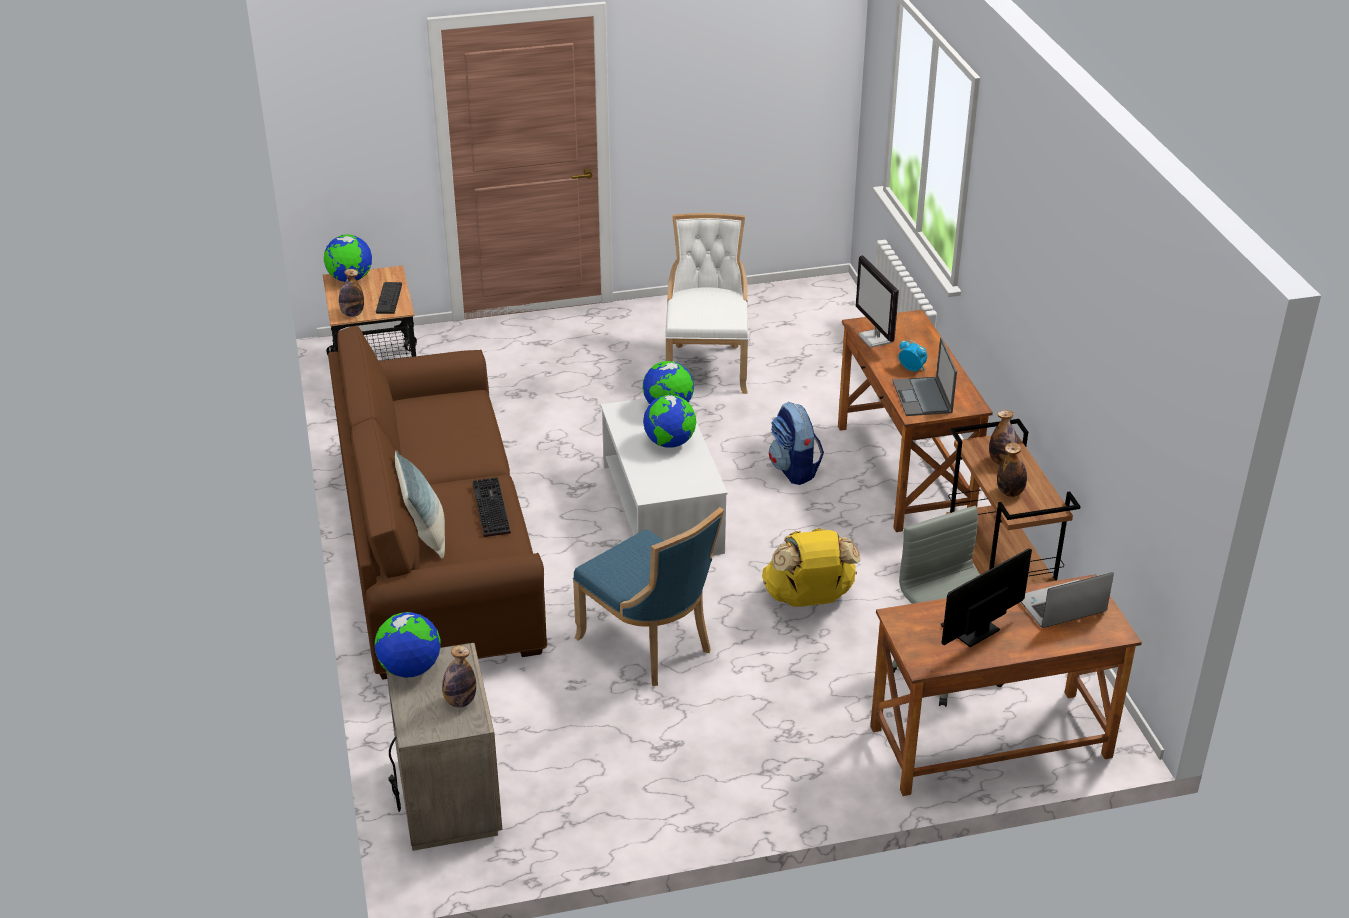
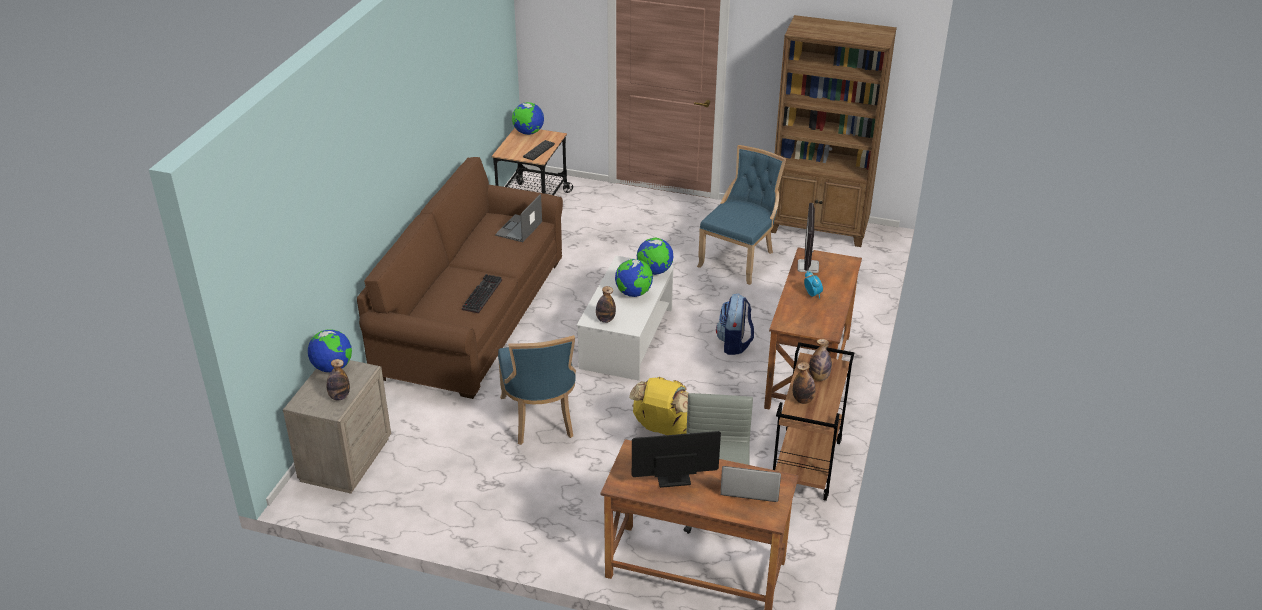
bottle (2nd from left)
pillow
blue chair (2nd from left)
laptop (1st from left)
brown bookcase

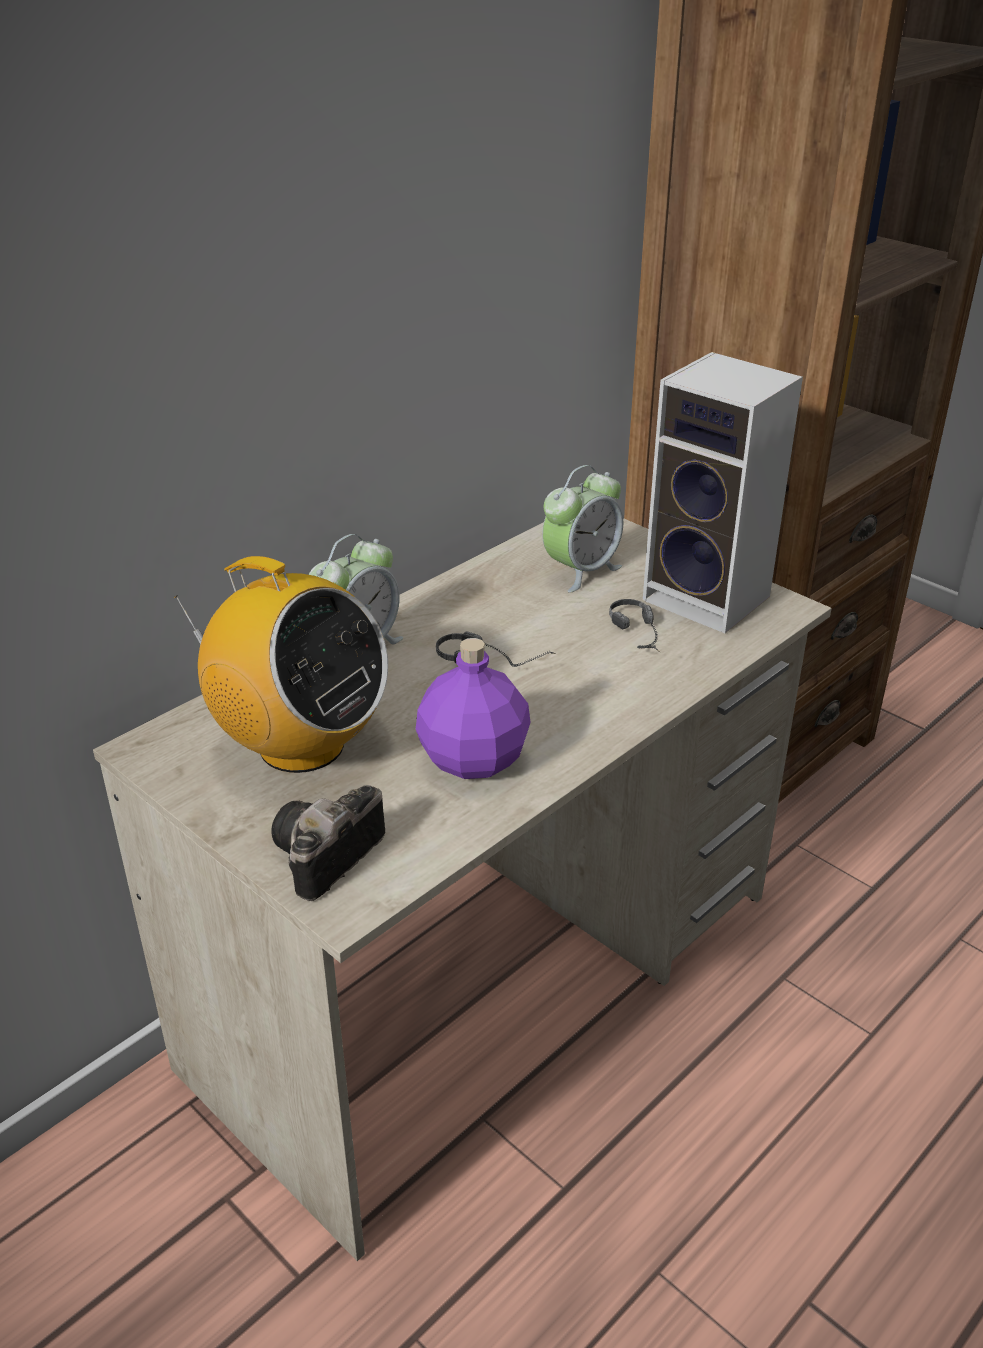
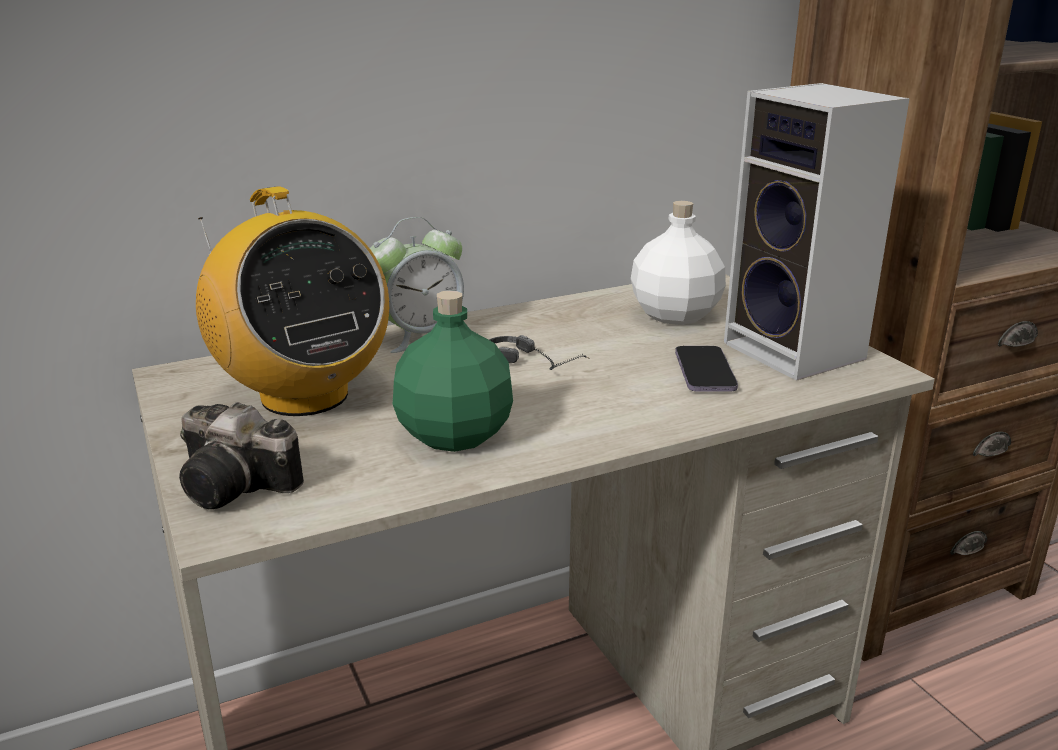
photo camera
green bottle
white bottle
phone

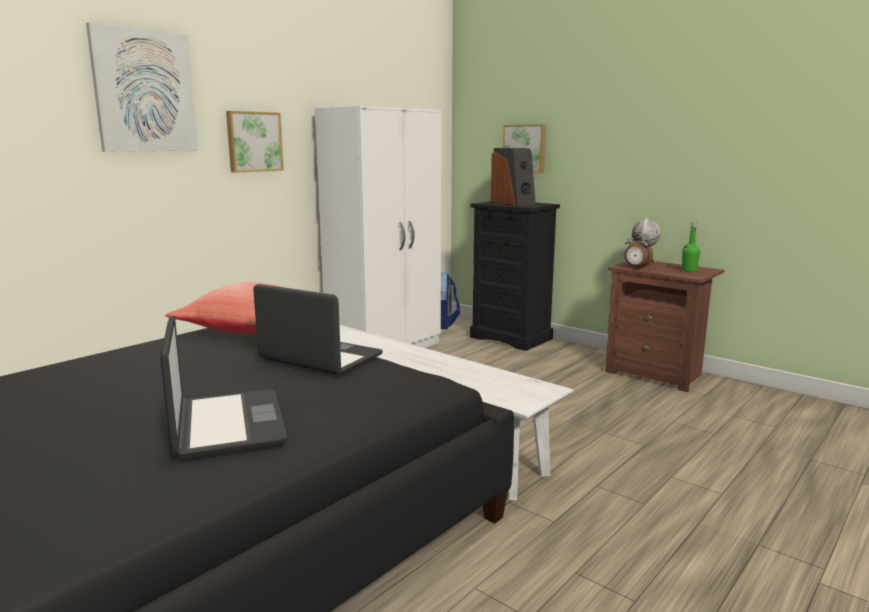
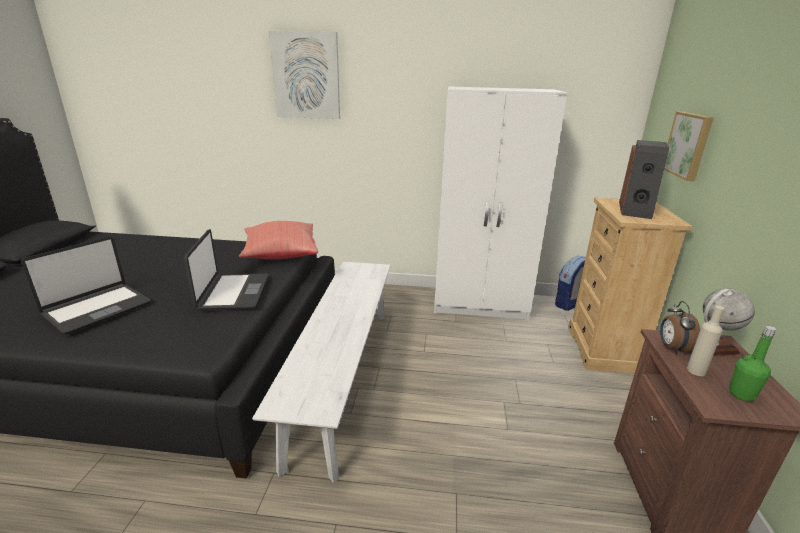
picture (2nd from left in the first image)
beige dresser
beige bottle

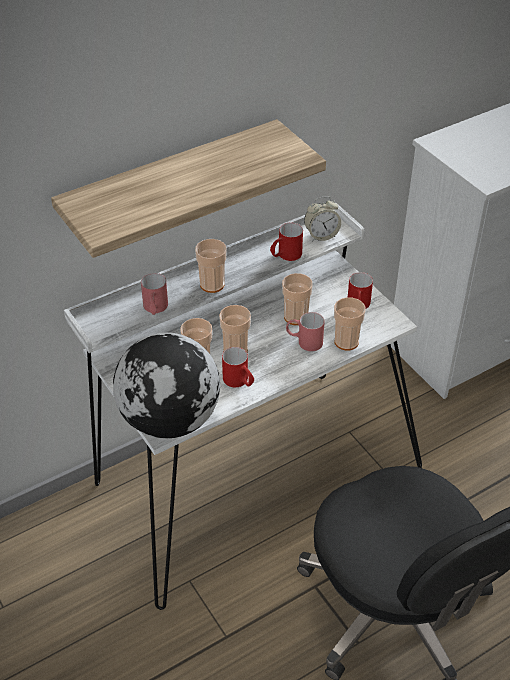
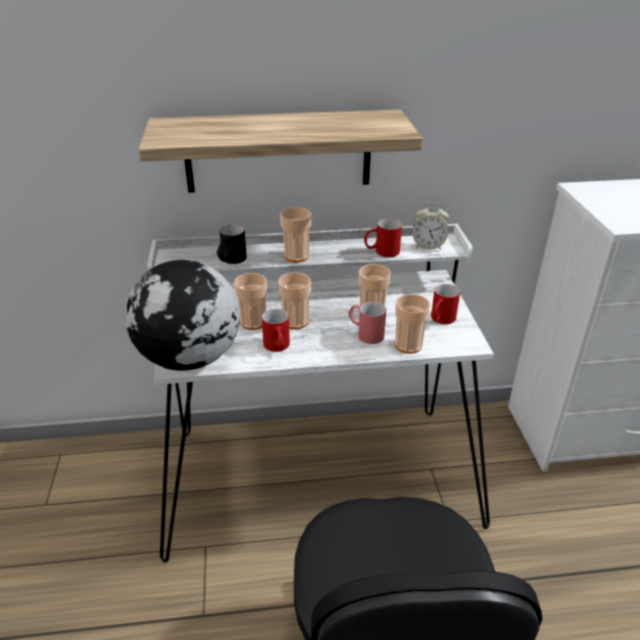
black mug

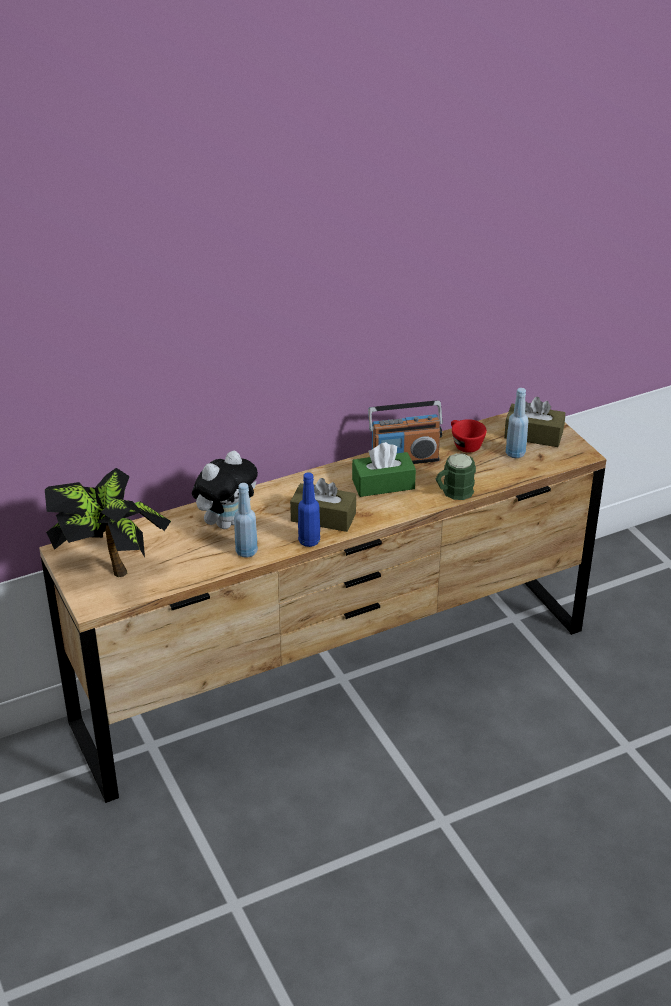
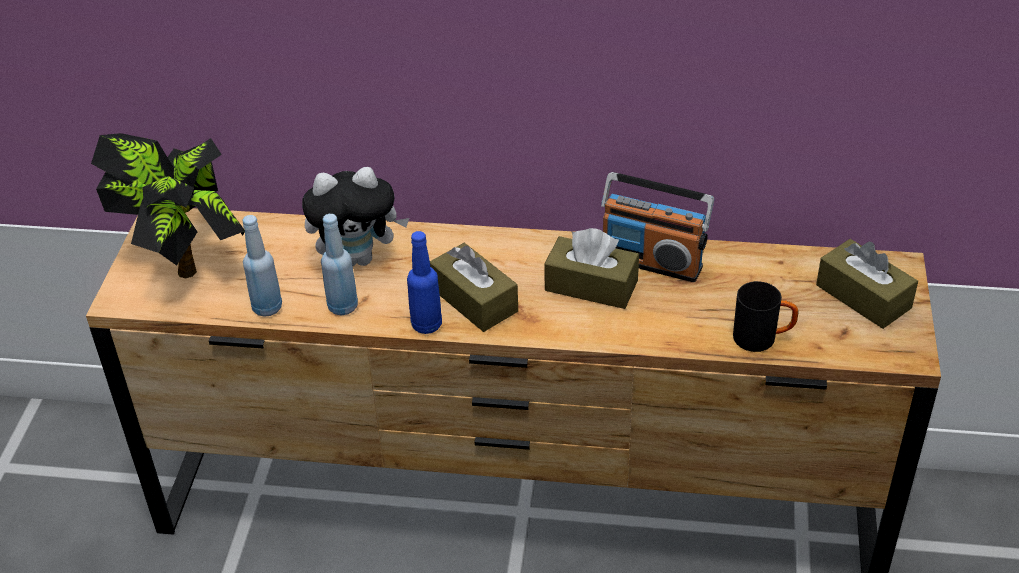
brown tissue box (2nd from left)
green mug
red cup
blue bottle (1st from left)
black mug

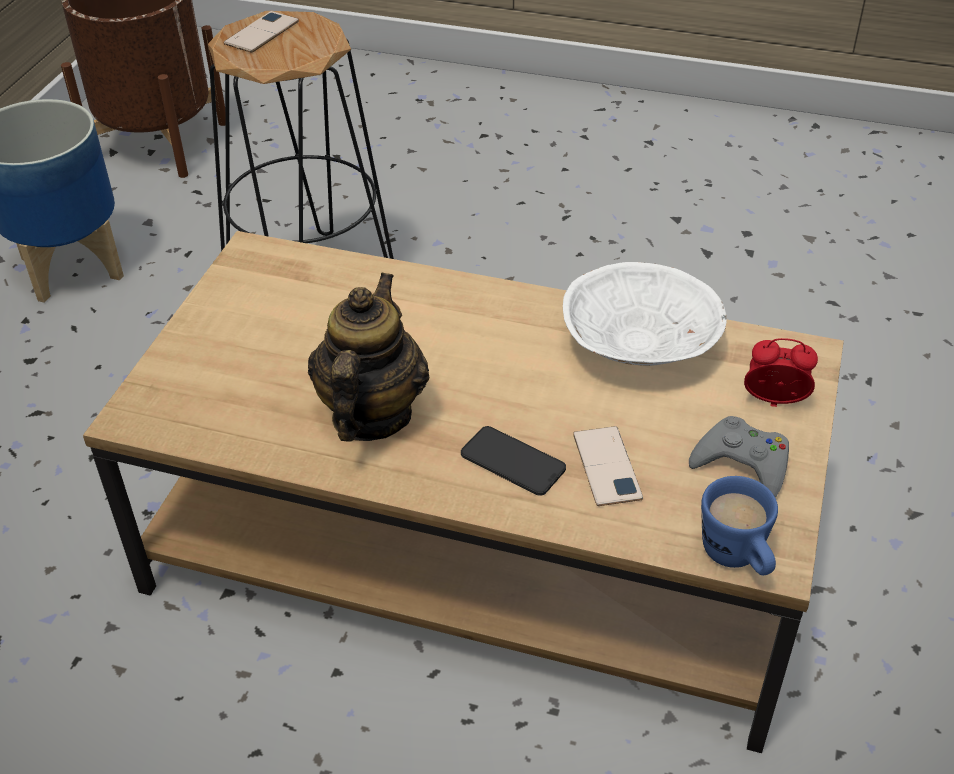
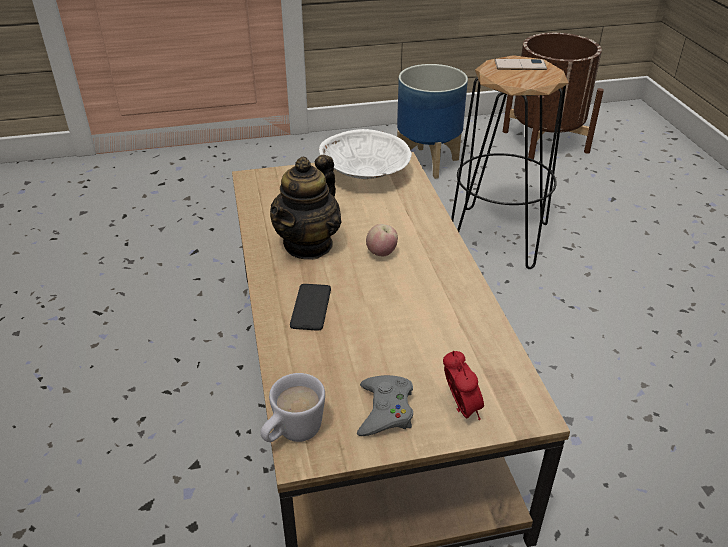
teapot
white bowl
phone (3rd from left in the first image)
white mug
apple

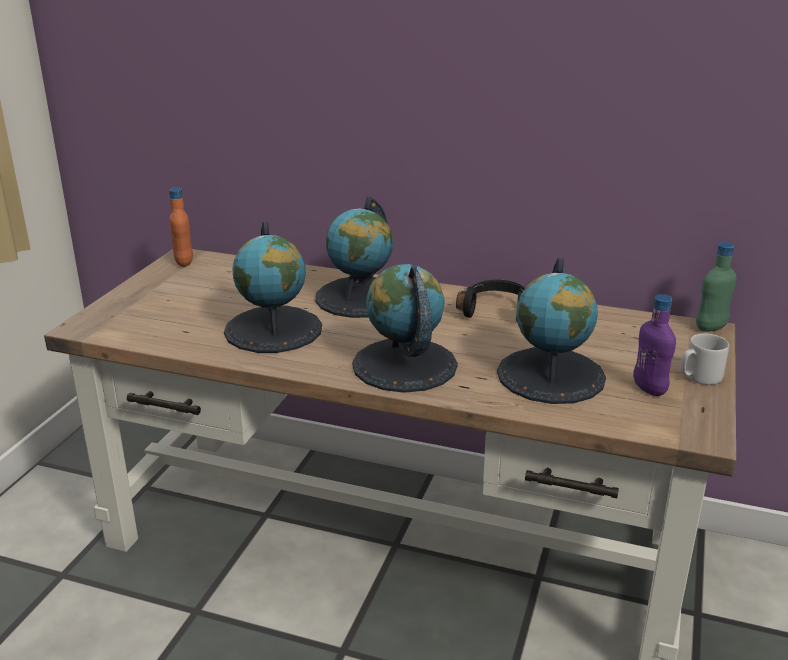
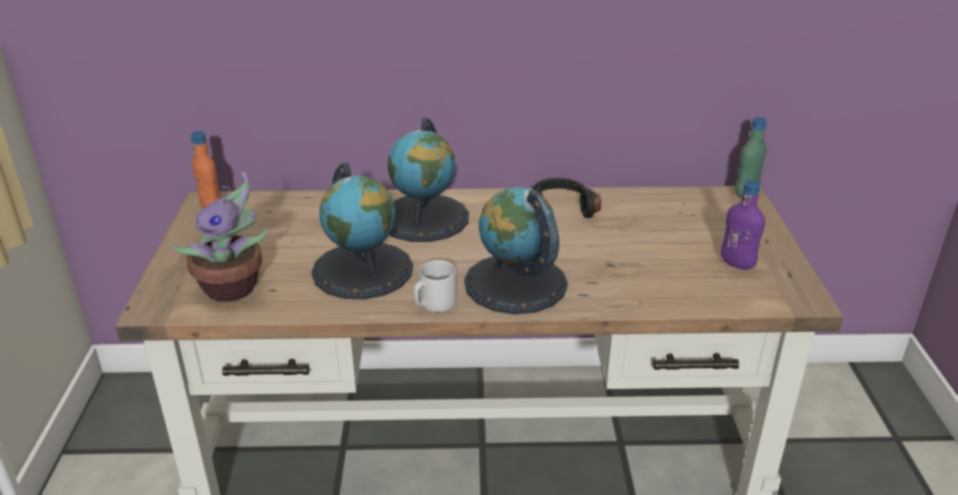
globe (4th from left in the first image)
grey mug
potted plant

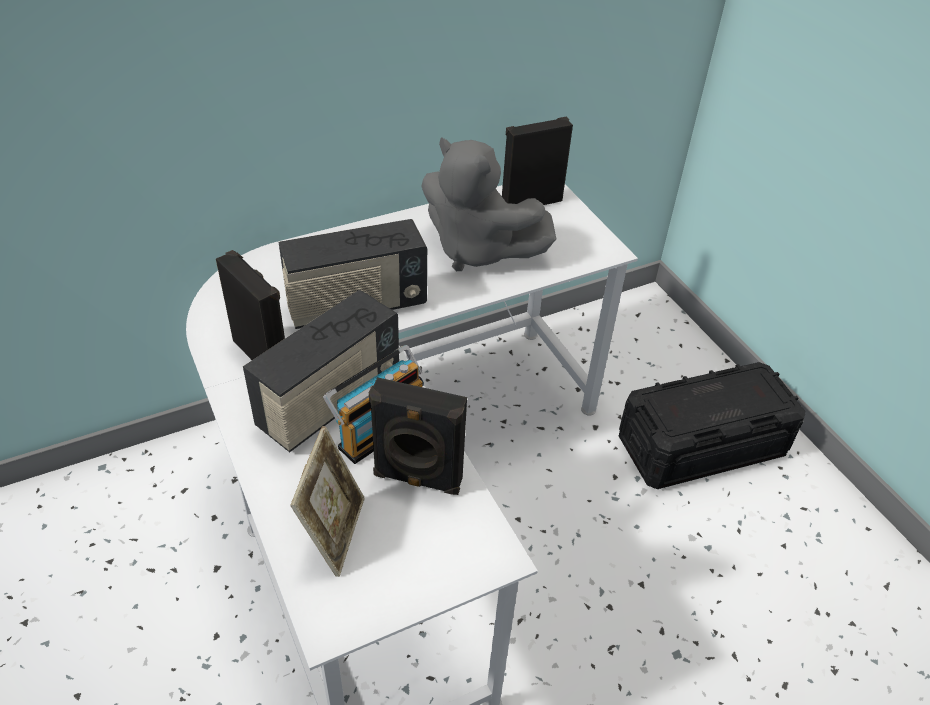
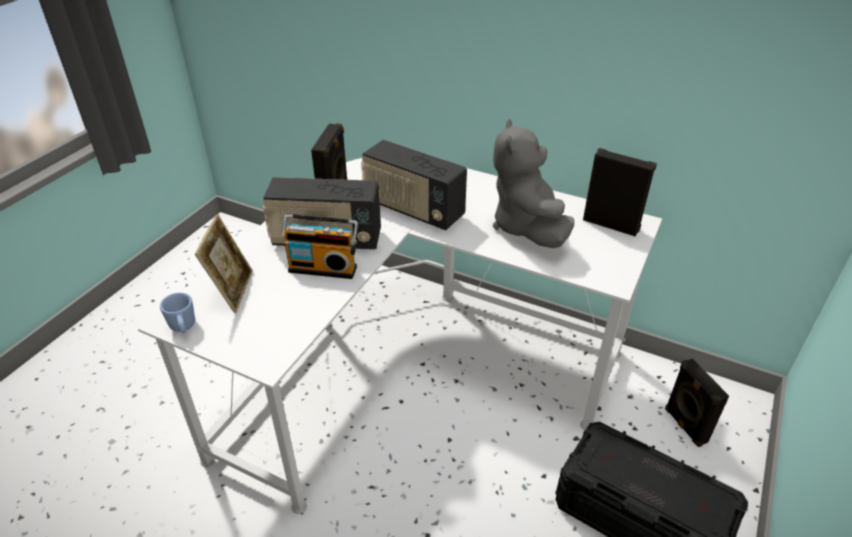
picture frame
black speaker (3rd from left)
blue mug

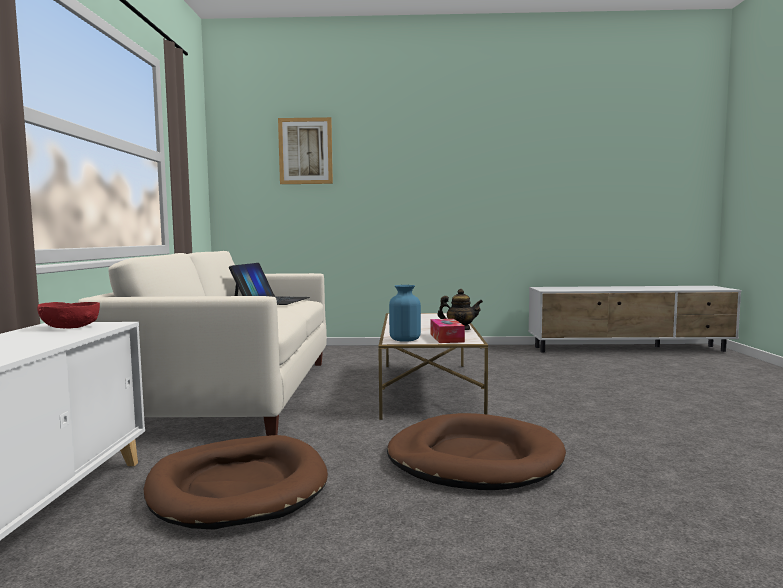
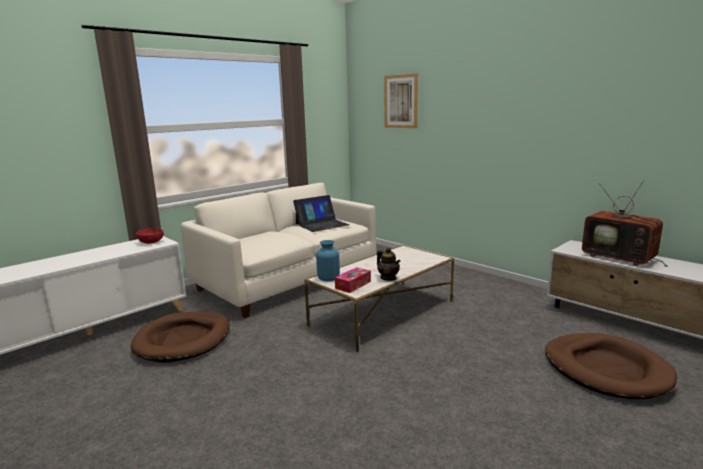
brown dog bed (2nd from left)
television

